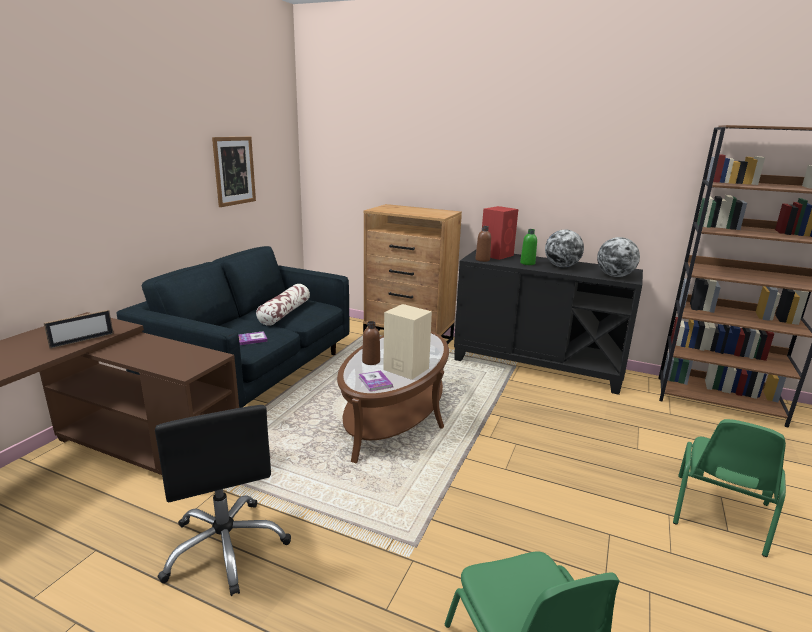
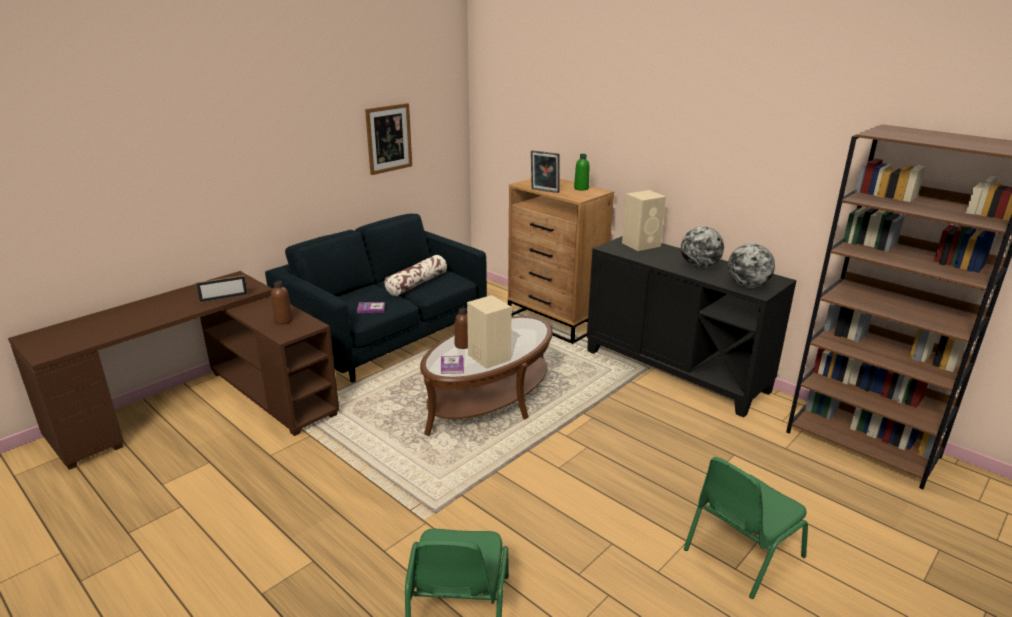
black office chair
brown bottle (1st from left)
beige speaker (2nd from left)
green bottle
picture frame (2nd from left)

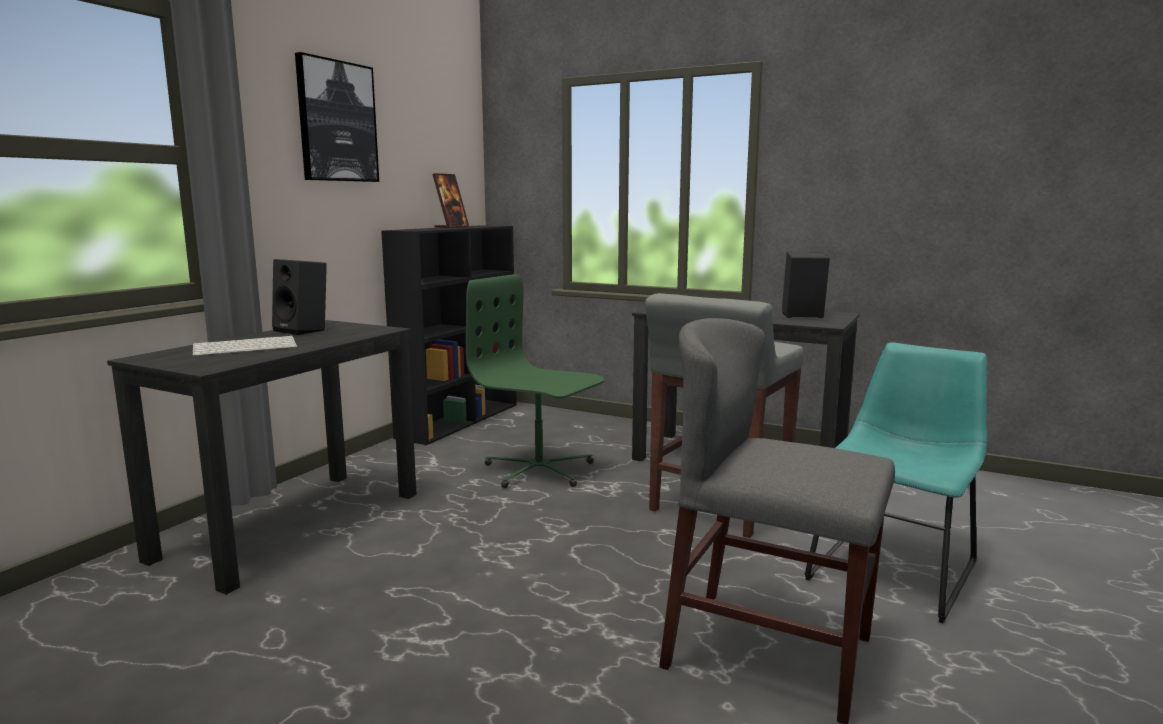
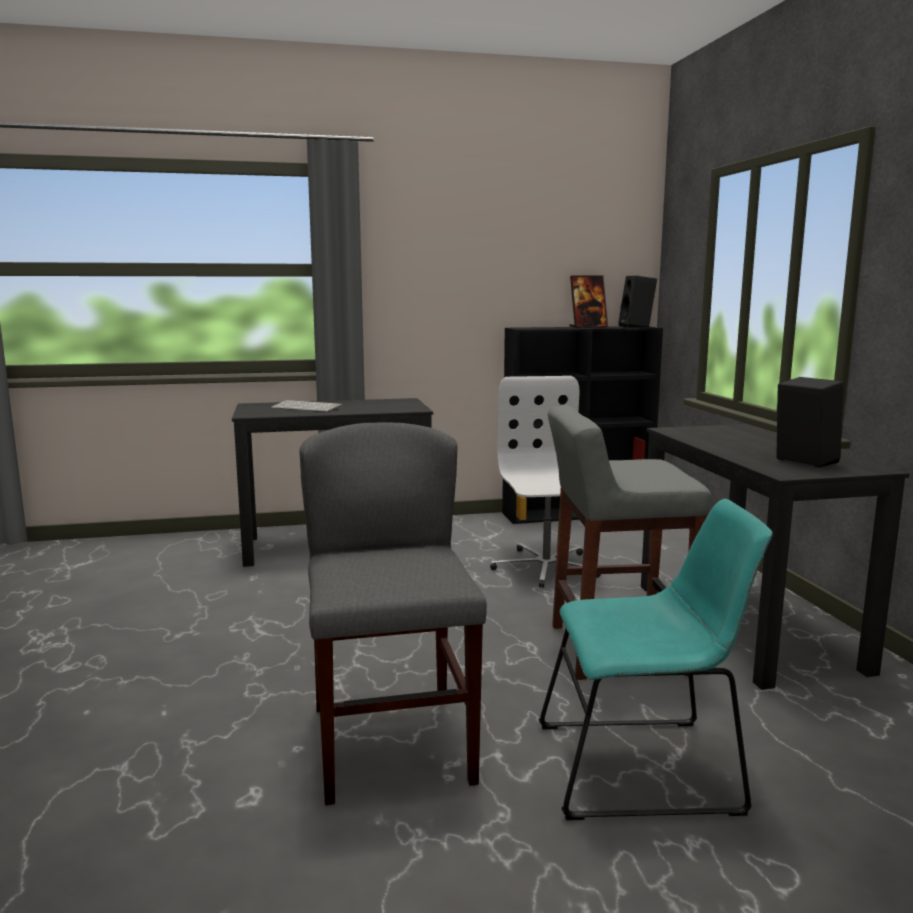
black speaker (1st from left)
picture
white office chair

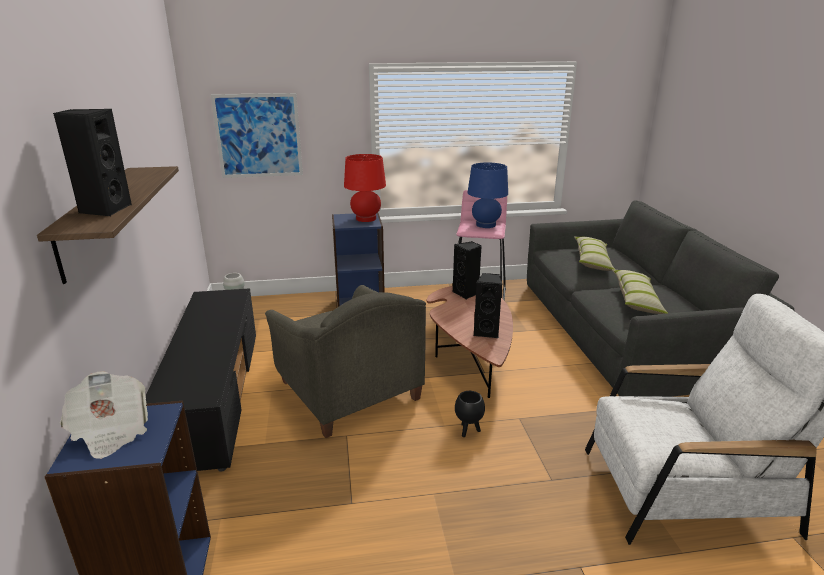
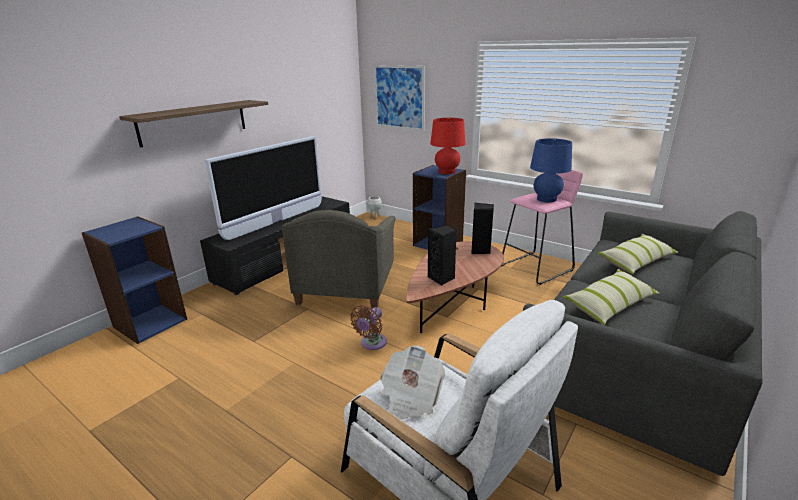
black speaker (1st from left in the first image)
newspaper
brown fan
television

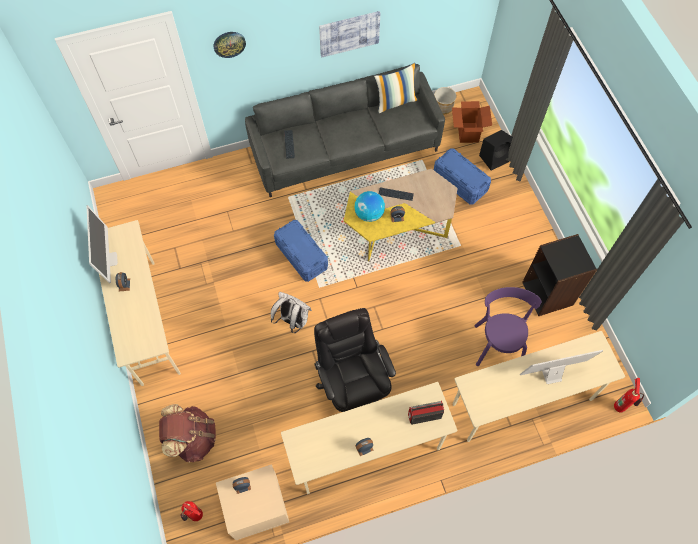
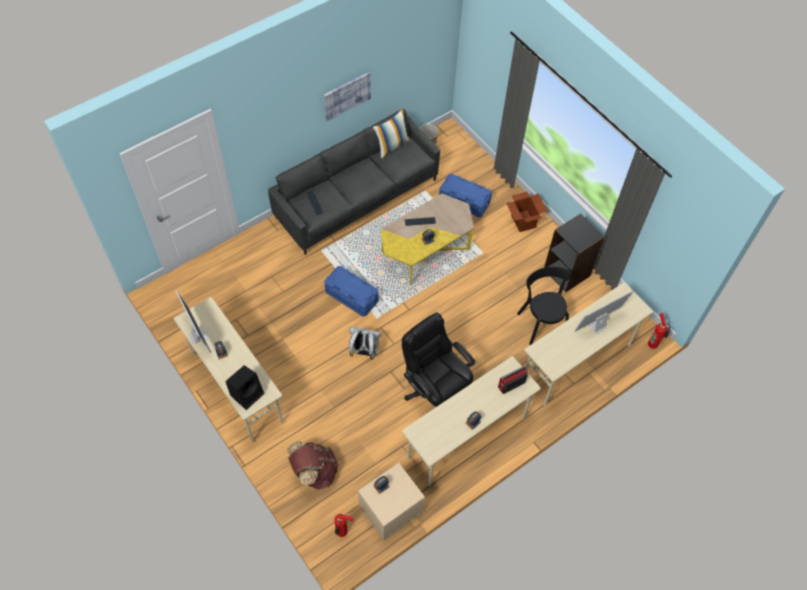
wall clock
globe
cardboard box
black chair
black speaker

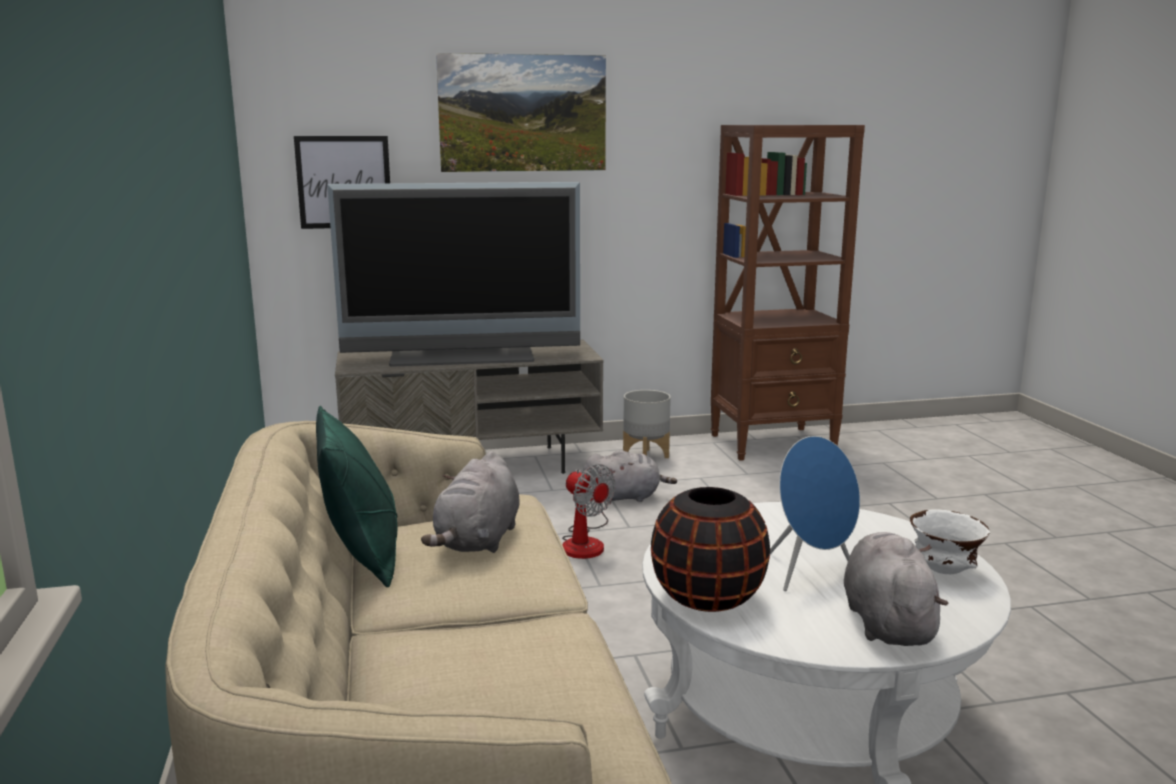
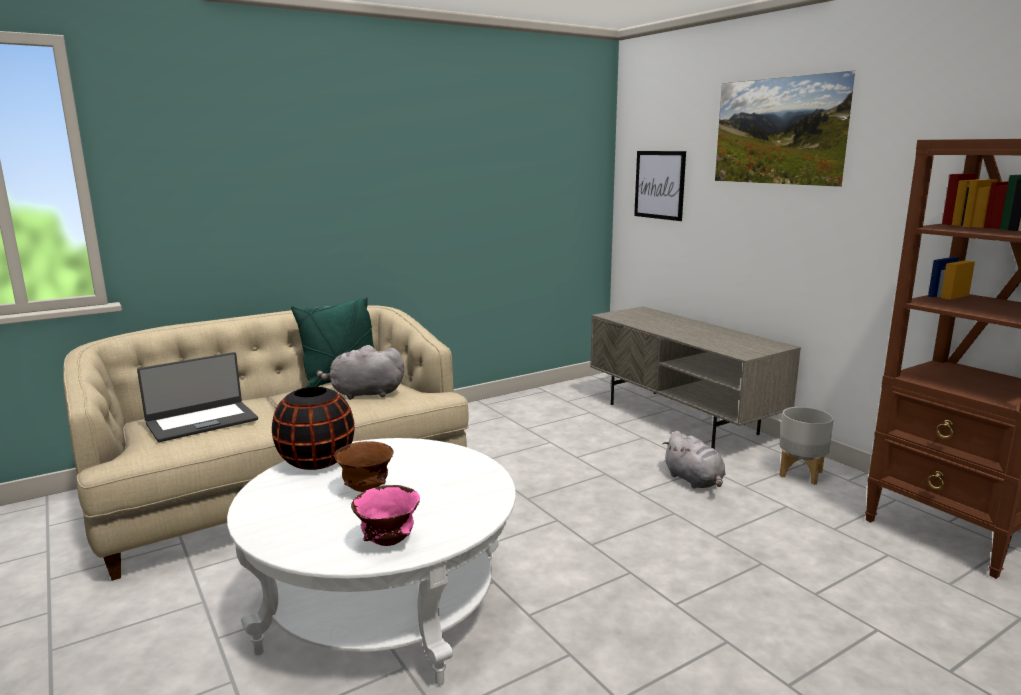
television
fan
brown bowl
grey plush toy (3rd from left in the first image)
pink bowl
laptop

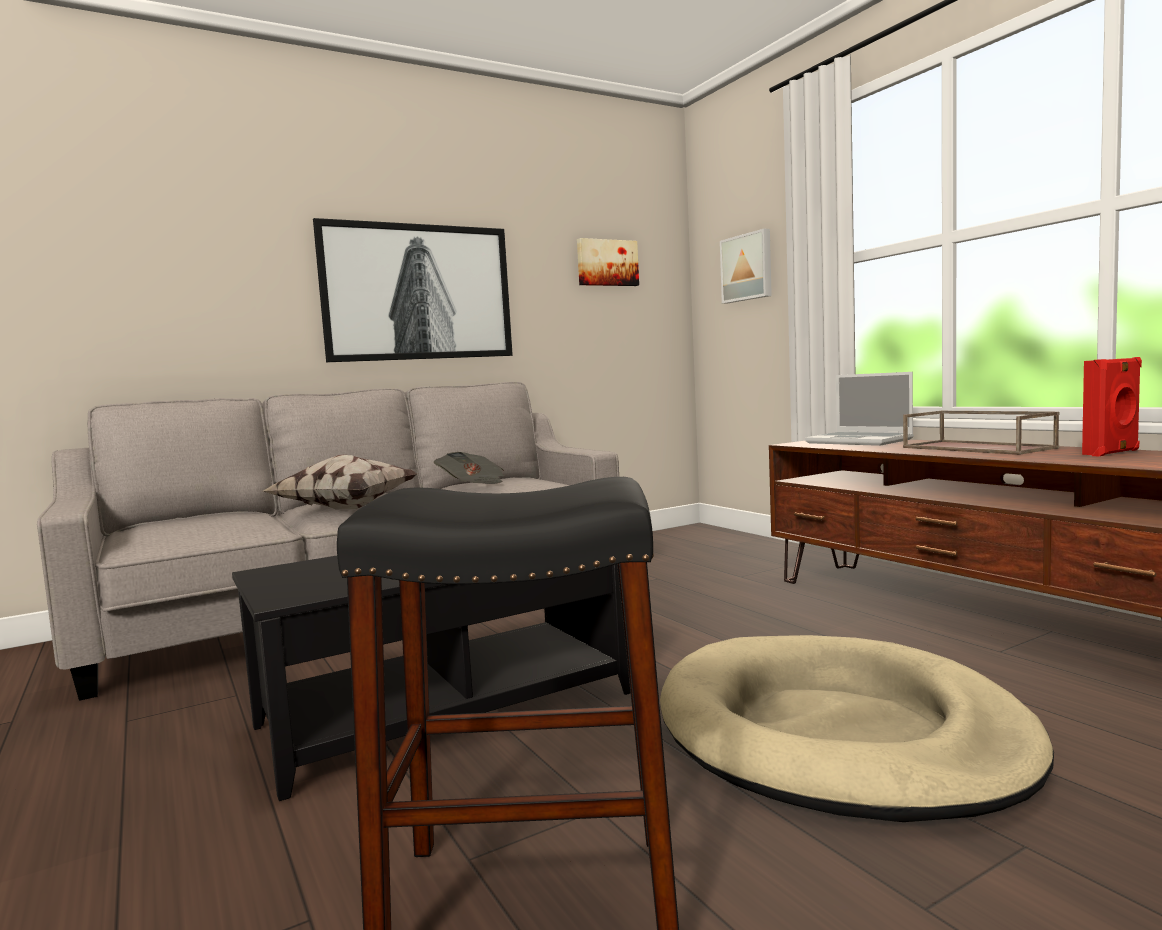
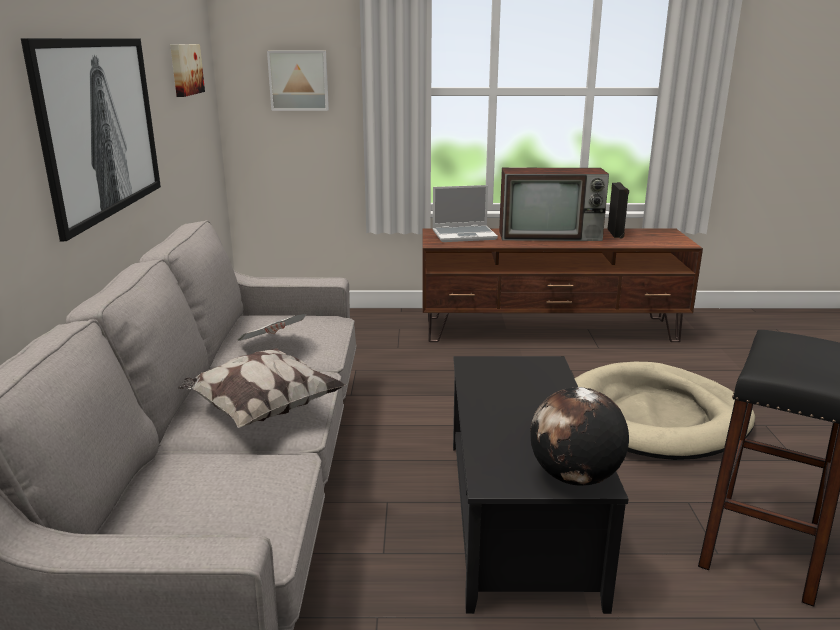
television
black speaker
globe

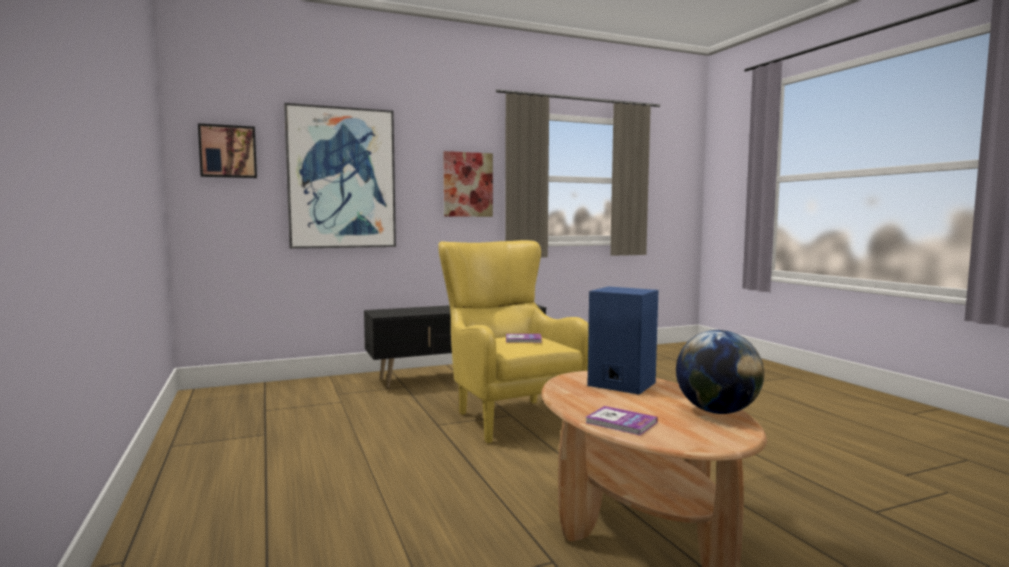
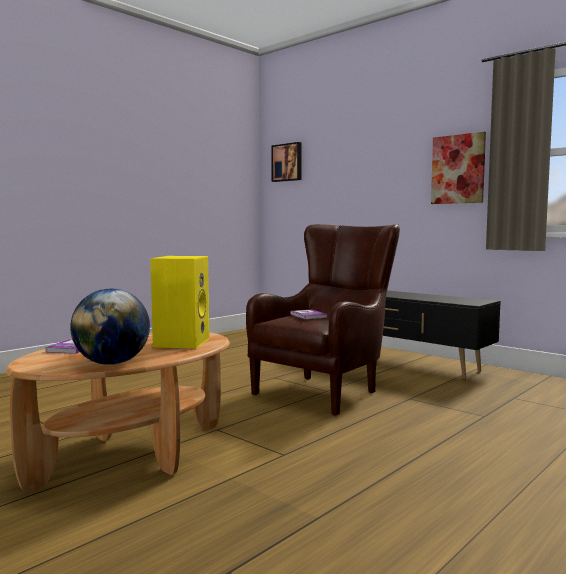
picture (2nd from left in the first image)
brown armchair
yellow speaker

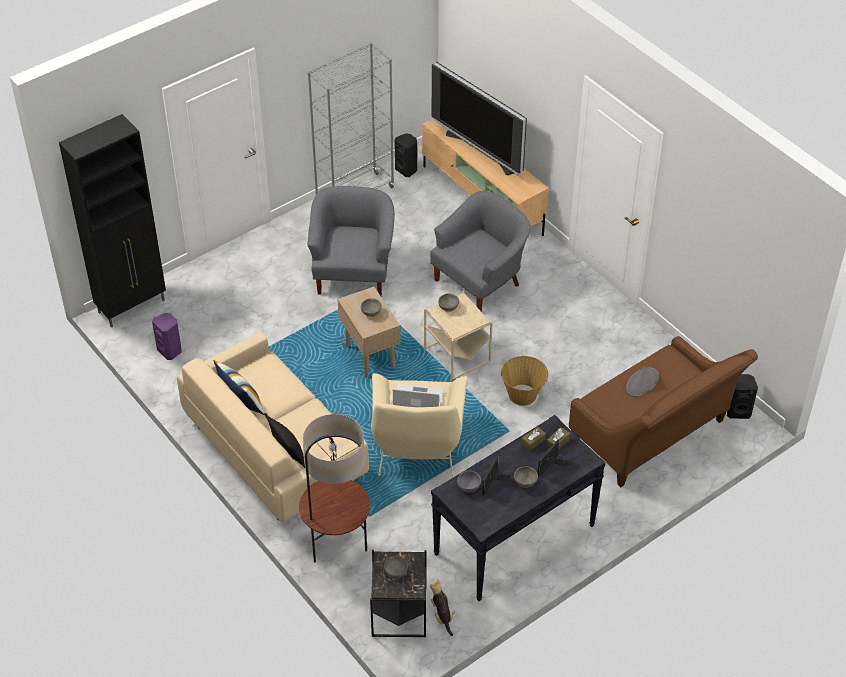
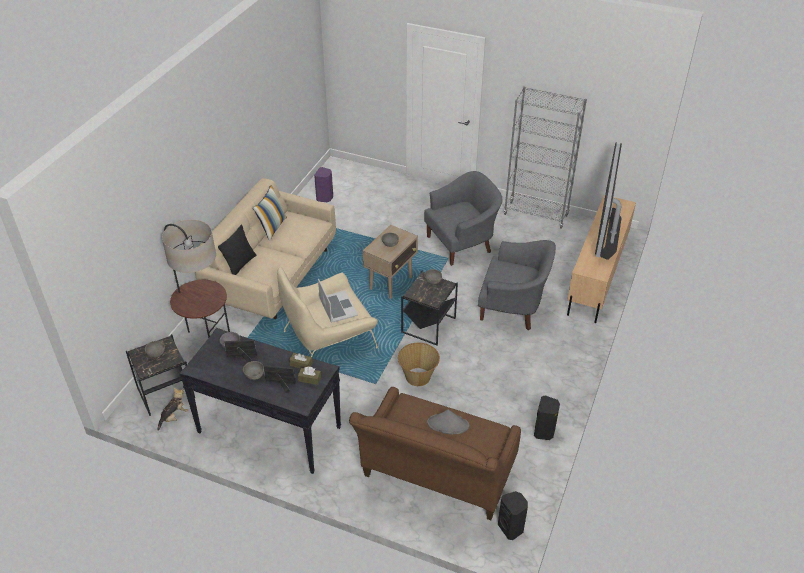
black cabinet
black speaker (2nd from left)
black side table (2nd from left)

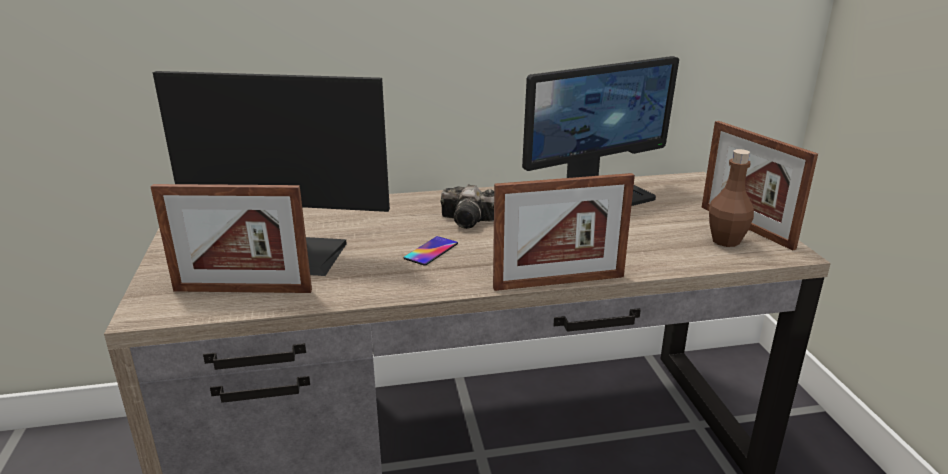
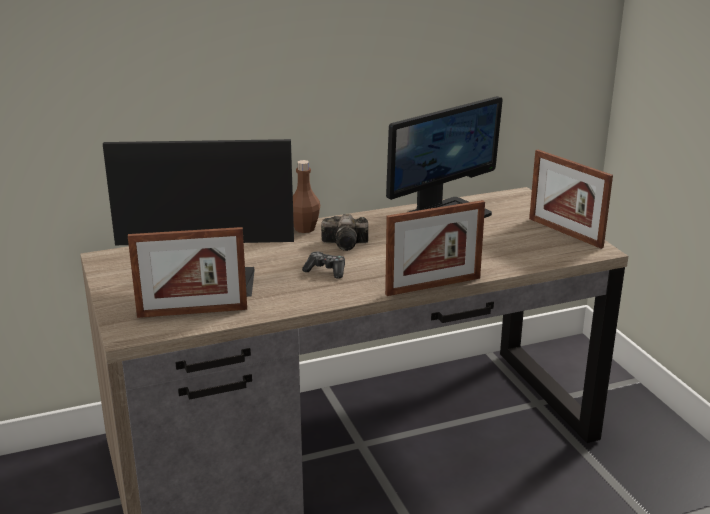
game controller
brown bottle

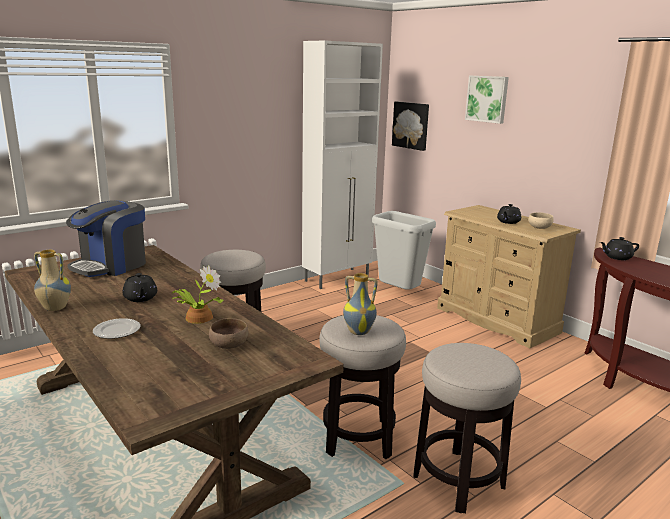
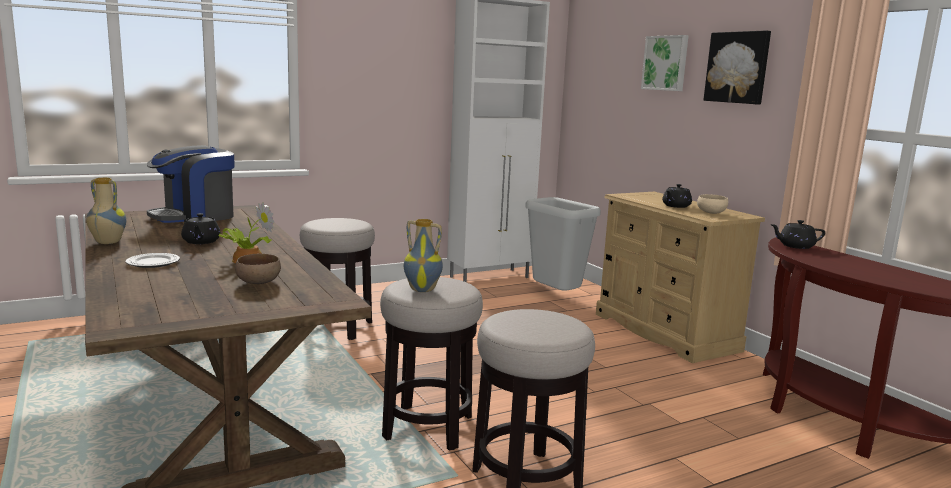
picture (2nd from left)

